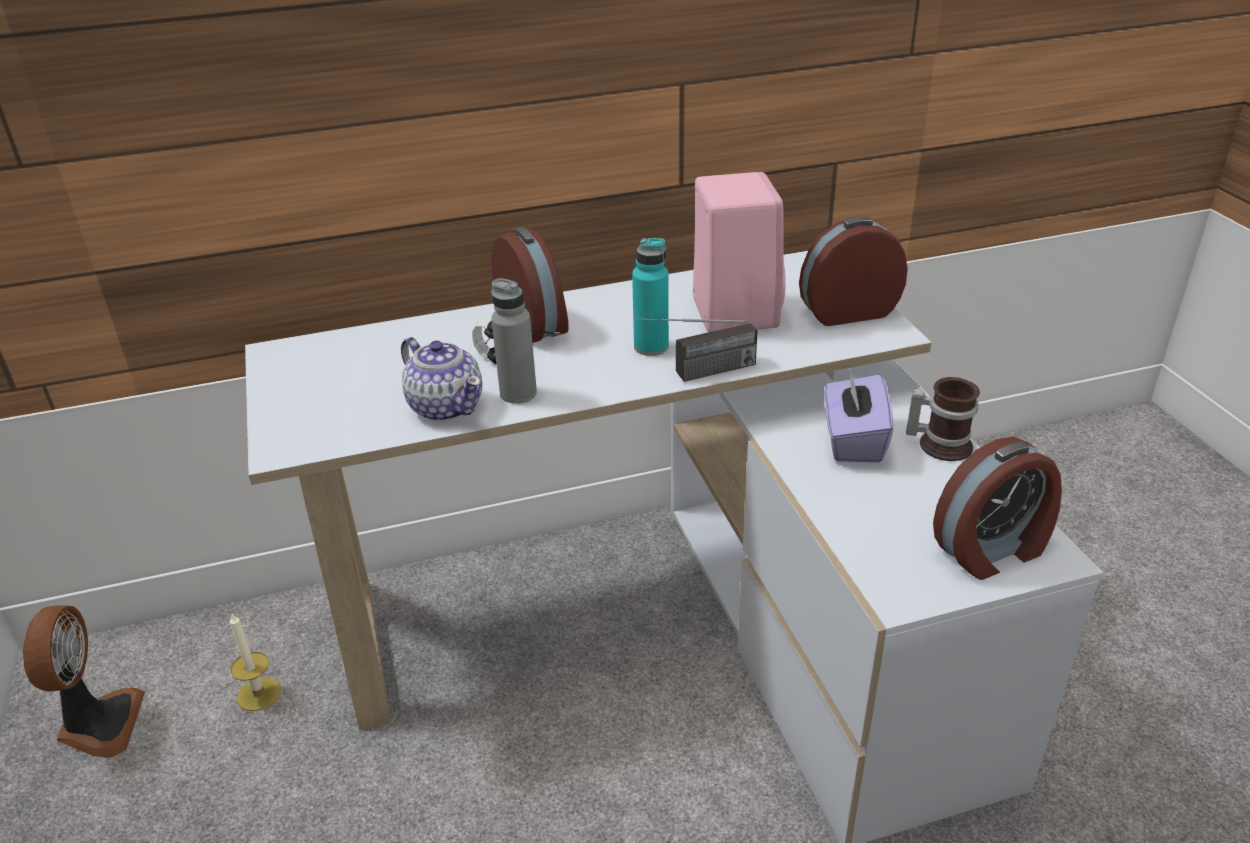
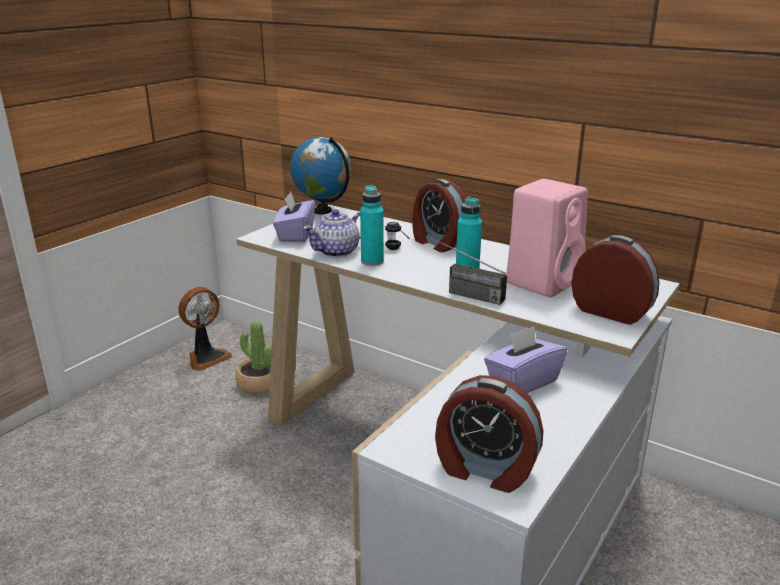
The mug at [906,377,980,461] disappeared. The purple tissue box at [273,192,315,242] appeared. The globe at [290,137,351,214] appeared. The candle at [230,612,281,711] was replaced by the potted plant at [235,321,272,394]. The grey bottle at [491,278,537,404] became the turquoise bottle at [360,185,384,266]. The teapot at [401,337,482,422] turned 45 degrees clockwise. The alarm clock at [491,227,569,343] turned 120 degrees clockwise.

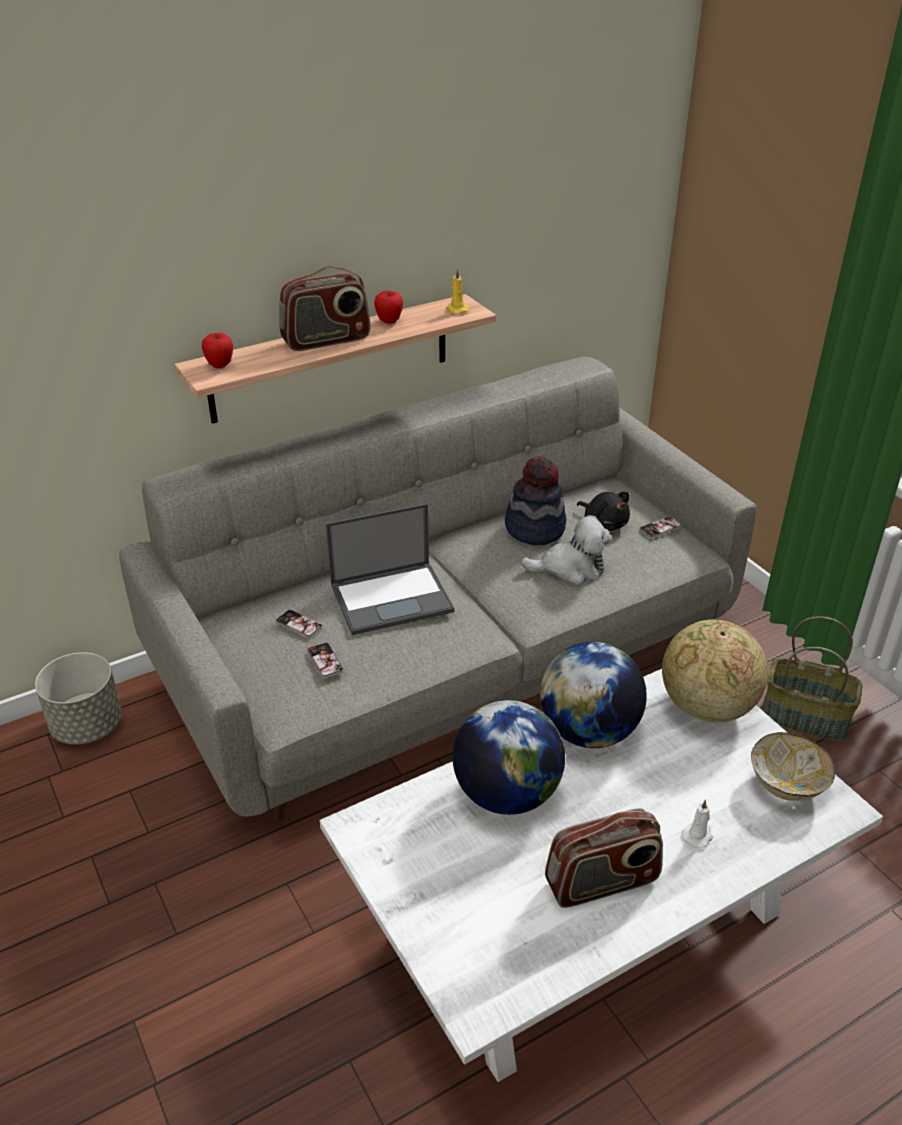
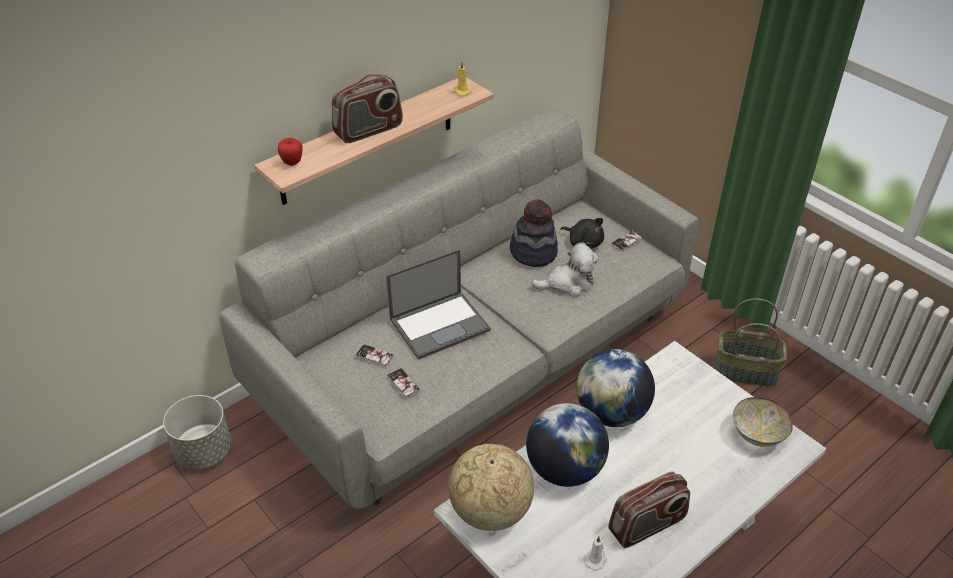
The apple at [374,291,403,324] disappeared. The globe moved from [662,619,768,723] to [448,444,534,531]. The white candle moved from [682,799,713,848] to [583,536,607,571].

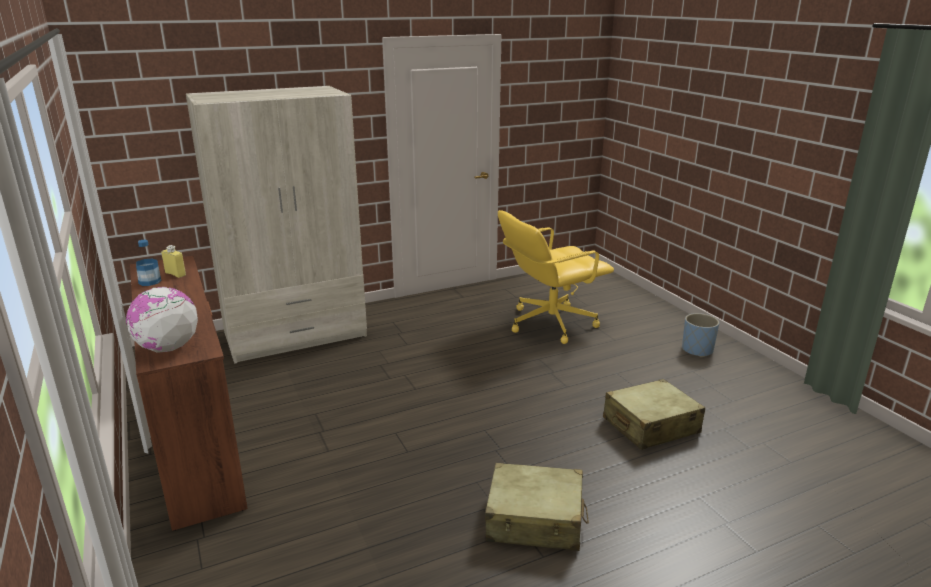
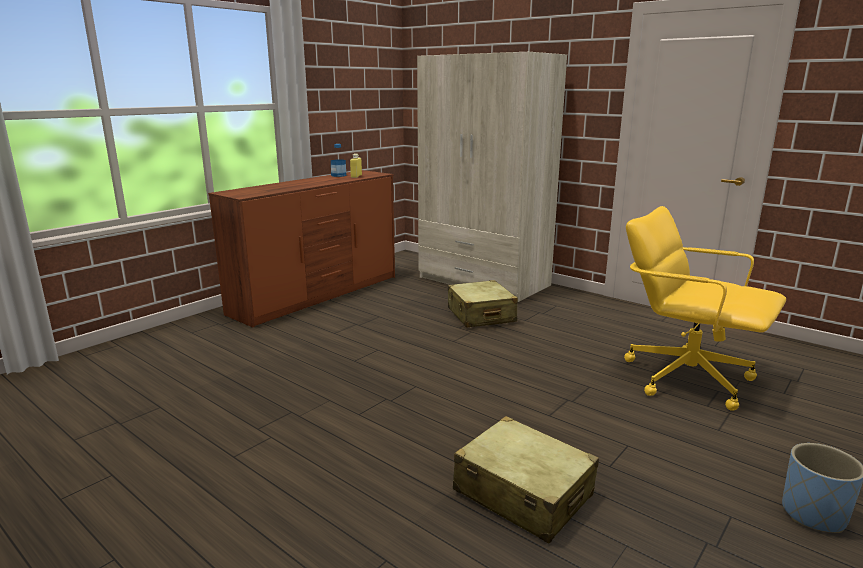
The globe at [126,287,198,353] disappeared. The beige suitcase moved from [485,463,589,551] to [448,280,518,328].

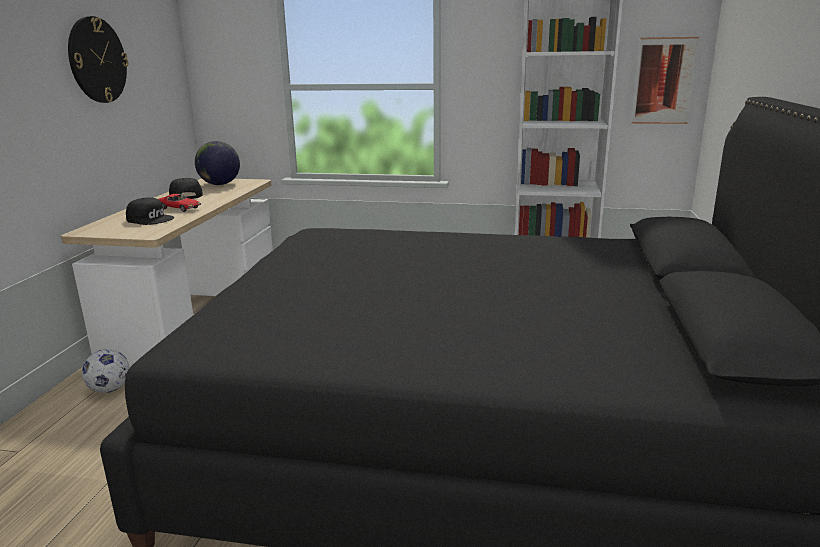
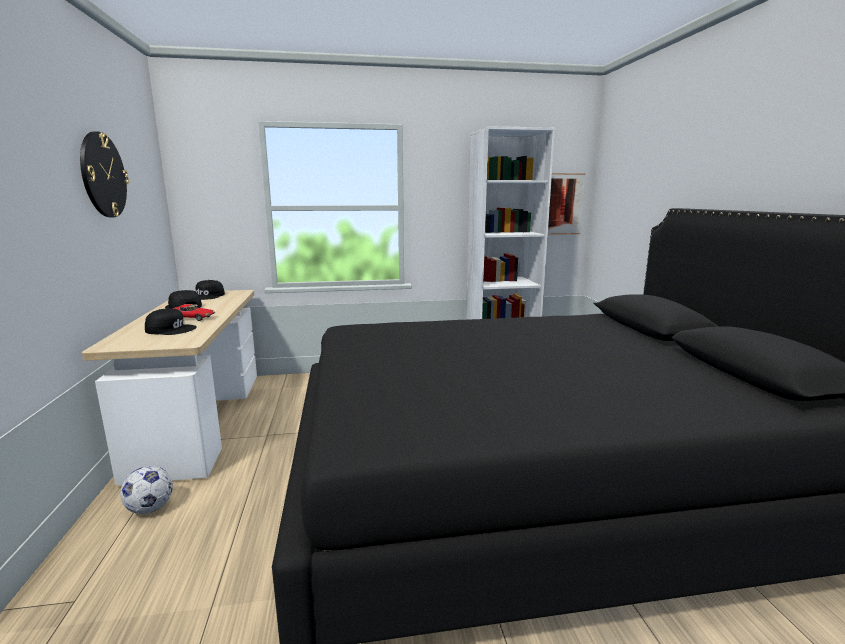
The globe at [195,141,240,185] was replaced by the black cap at [196,280,225,300].

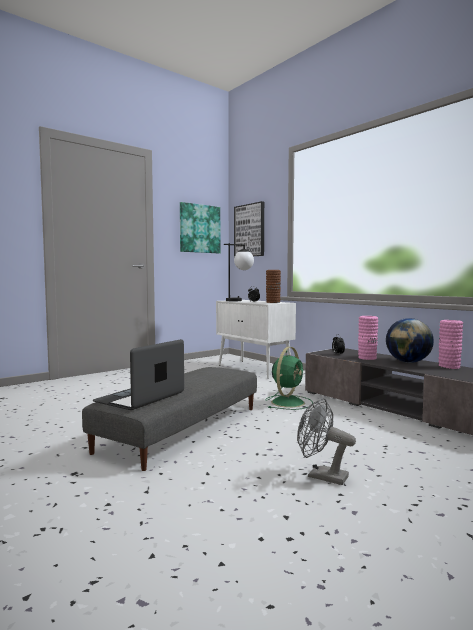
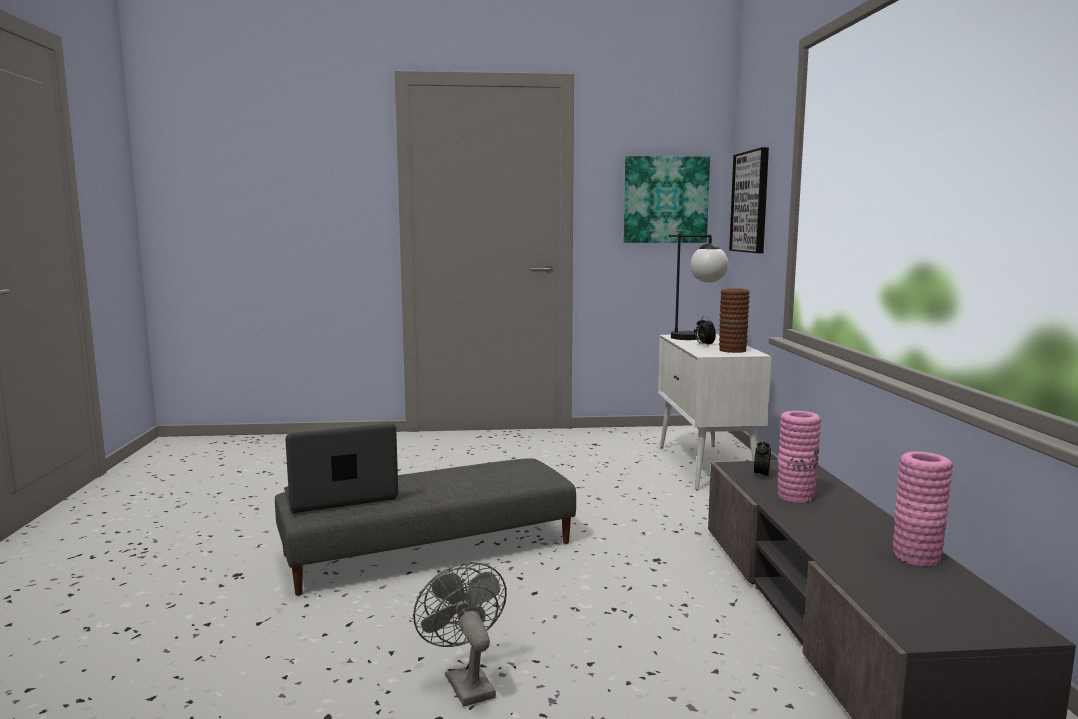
The green fan at [265,347,313,410] disappeared. The globe at [386,318,434,363] disappeared.

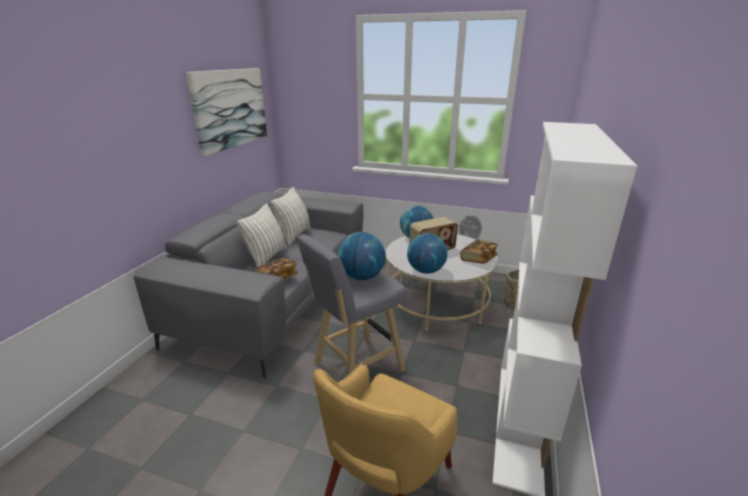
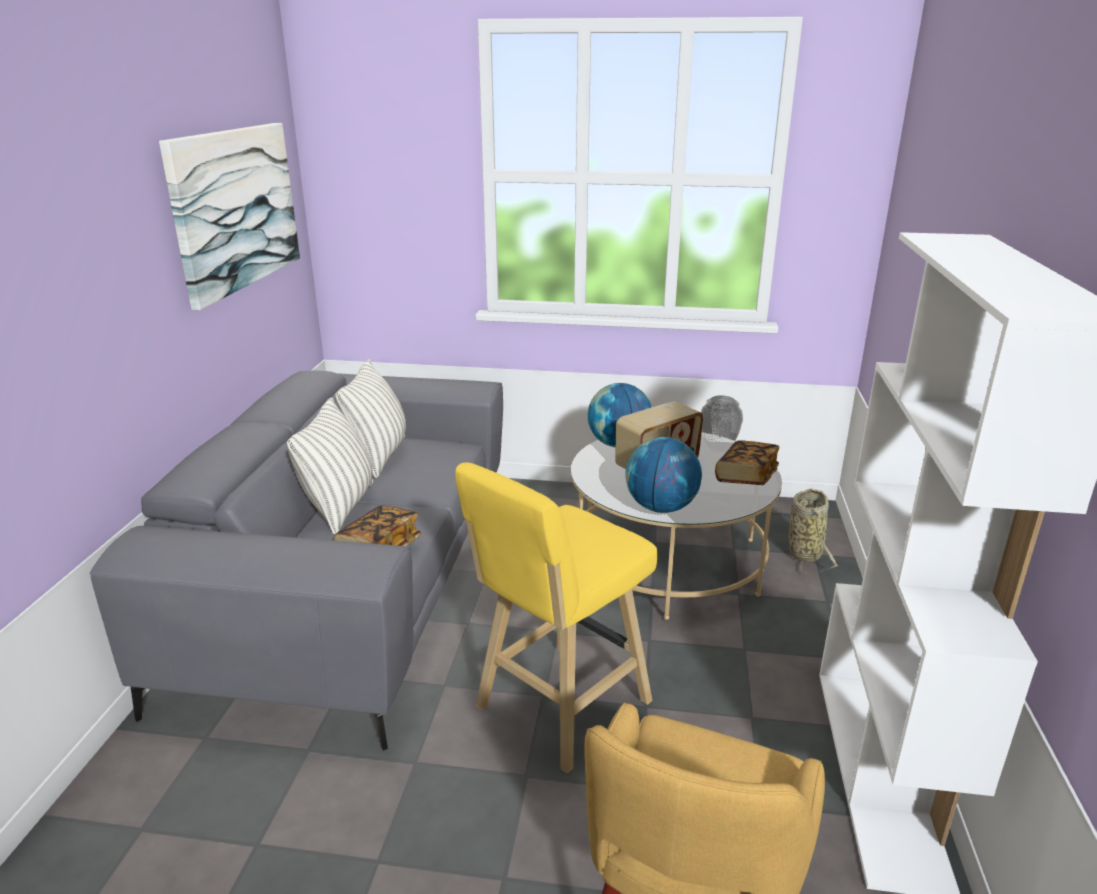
The globe at [337,232,386,280] disappeared. The grey stool at [298,234,407,376] became the yellow stool at [455,462,658,773].

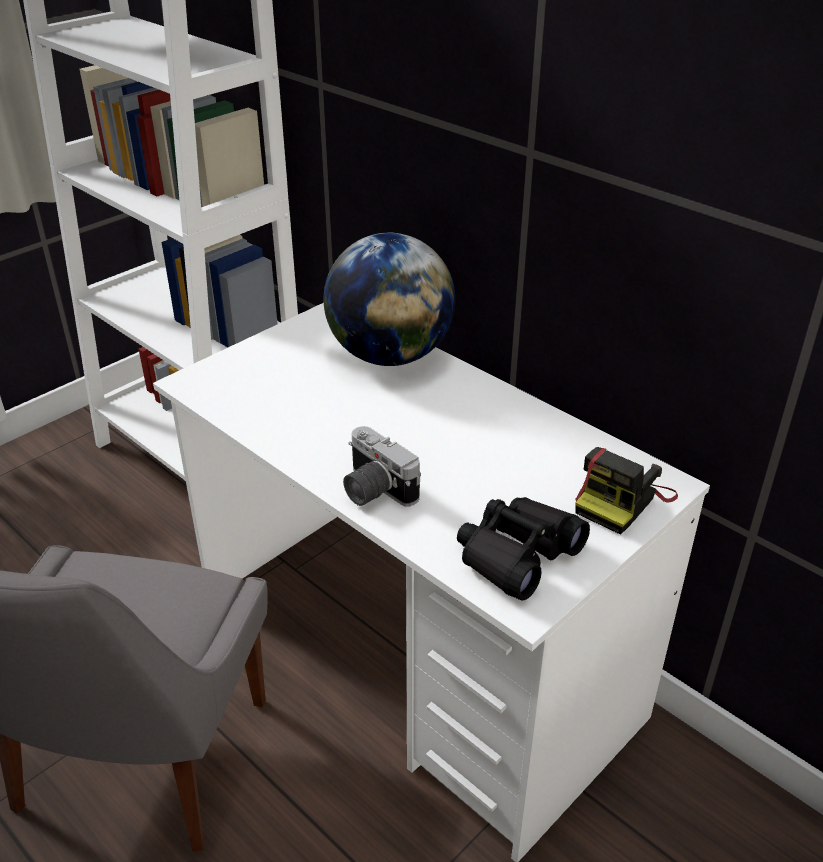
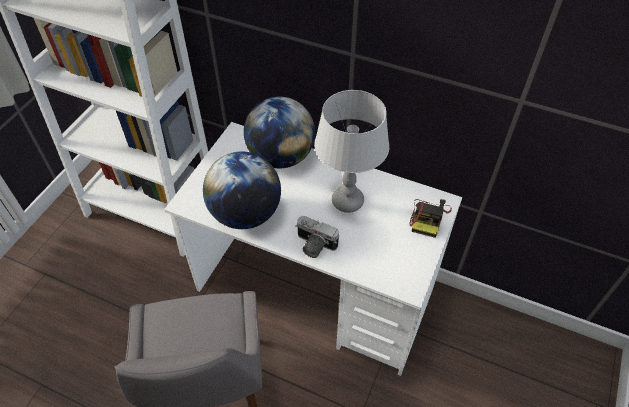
The black binoculars at [457,497,590,601] disappeared. The globe at [203,151,281,229] appeared. The grey table lamp at [314,90,389,213] appeared.

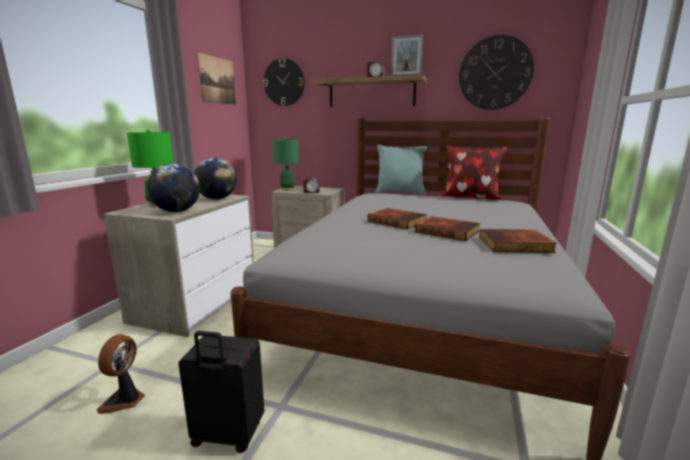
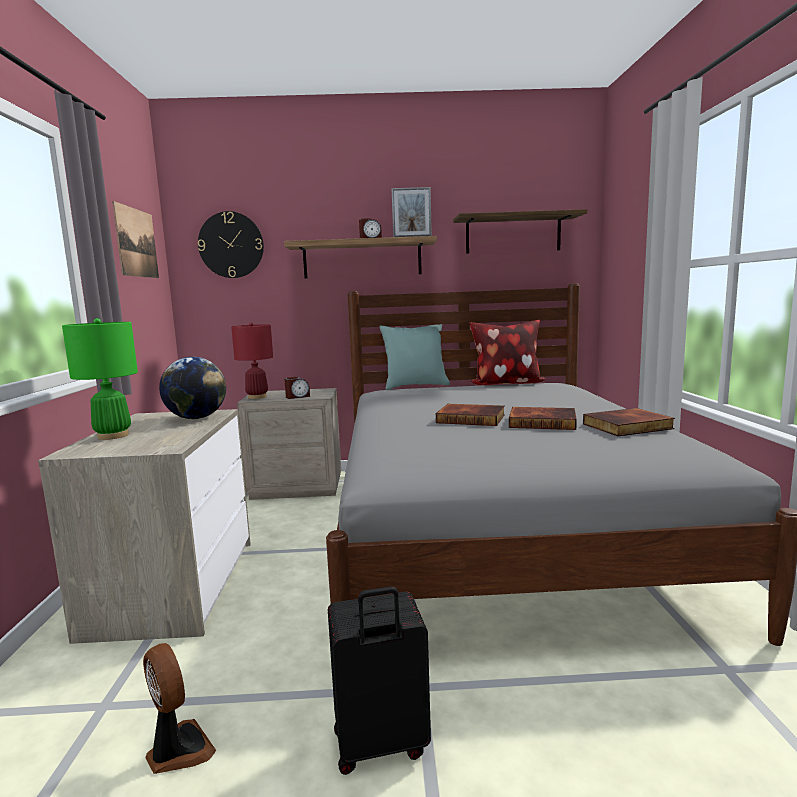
The globe at [147,164,200,212] disappeared. The wall clock at [459,35,534,110] was replaced by the shelf at [453,209,587,254]. The green table lamp at [272,137,300,191] became the red table lamp at [231,322,273,399]. The fan at [96,334,145,414] turned 150 degrees clockwise.

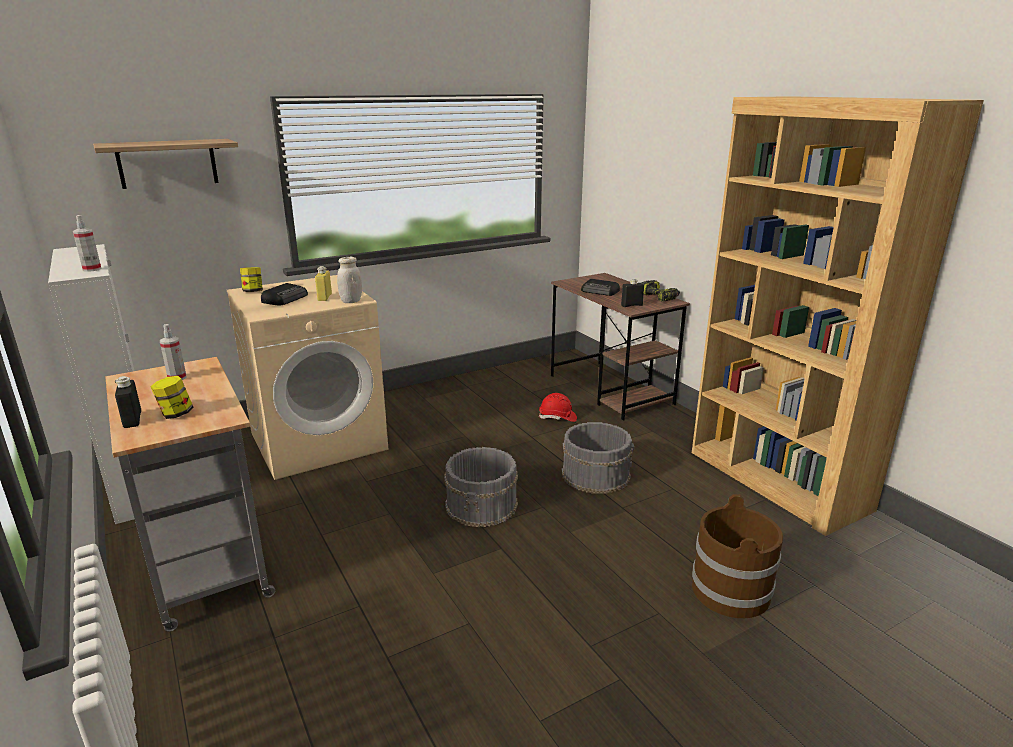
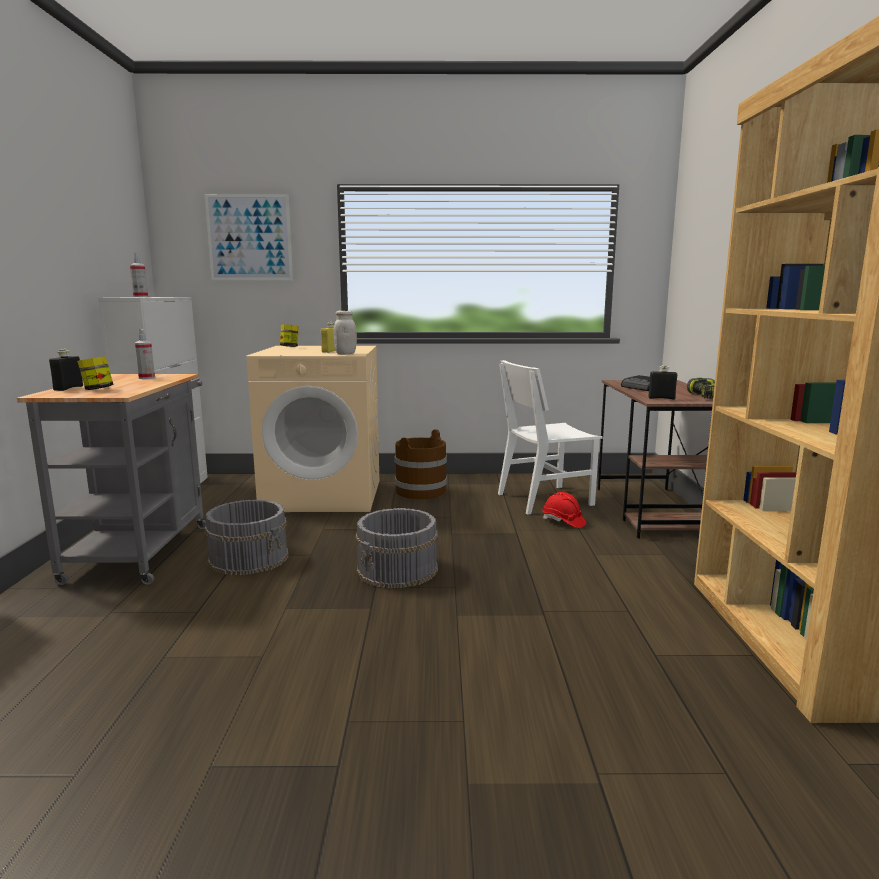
The radio at [261,283,308,305] disappeared. The white chair at [498,360,603,515] appeared. The grey bucket moved from [562,422,634,494] to [204,500,289,575]. The brown bucket moved from [692,494,783,618] to [395,429,447,499]. The shelf at [93,139,238,189] was replaced by the picture at [204,194,293,280].

